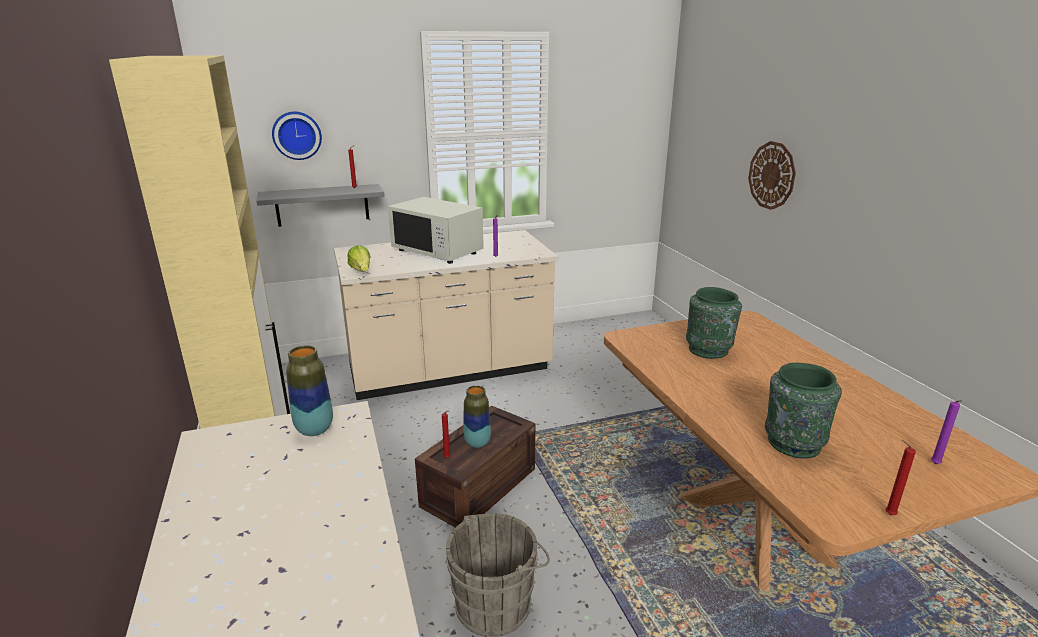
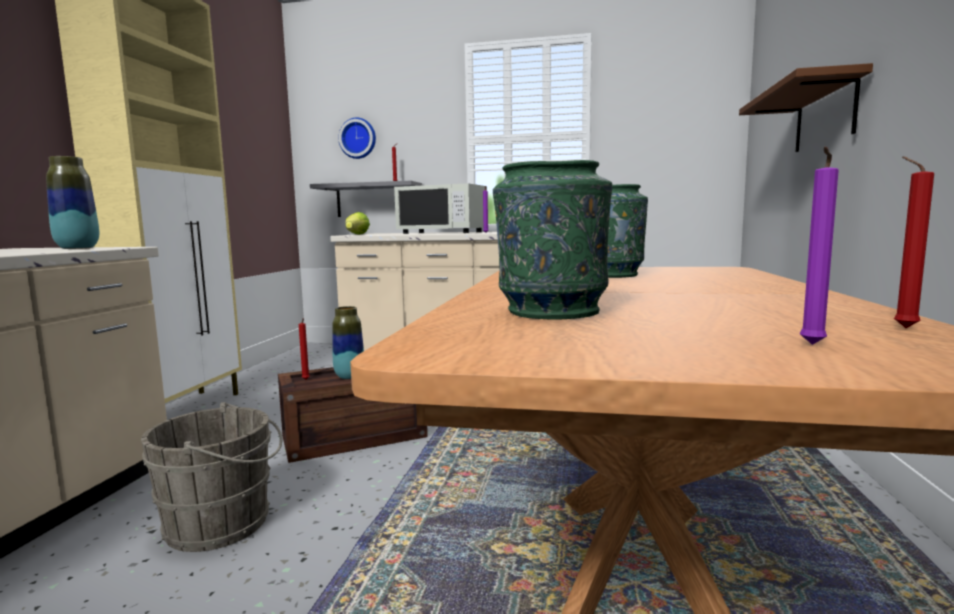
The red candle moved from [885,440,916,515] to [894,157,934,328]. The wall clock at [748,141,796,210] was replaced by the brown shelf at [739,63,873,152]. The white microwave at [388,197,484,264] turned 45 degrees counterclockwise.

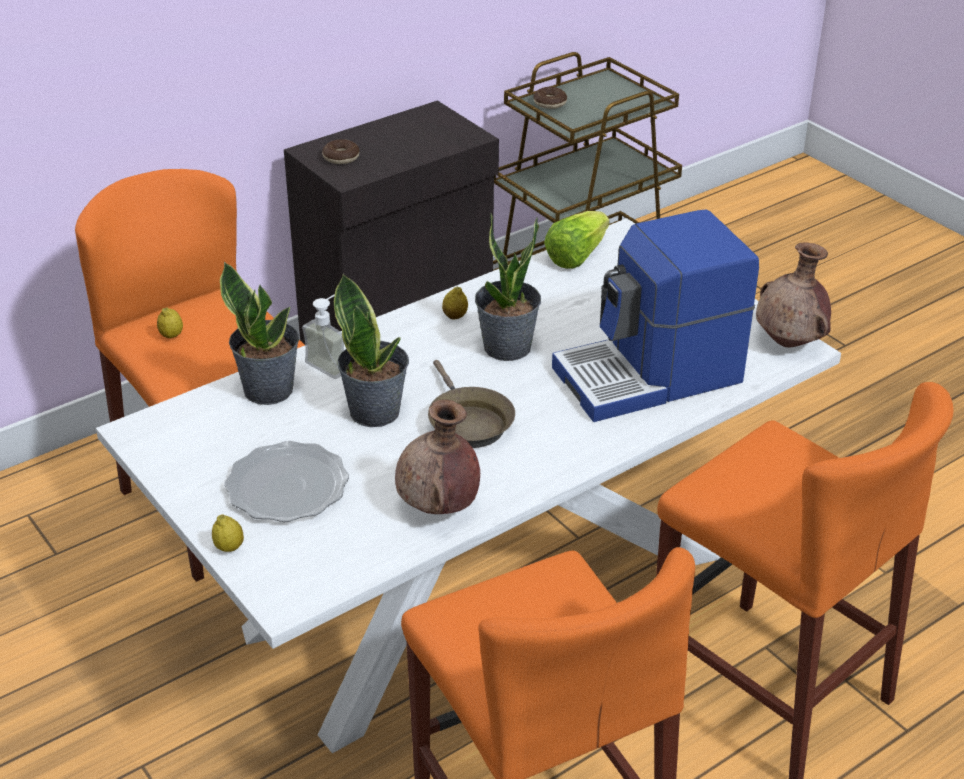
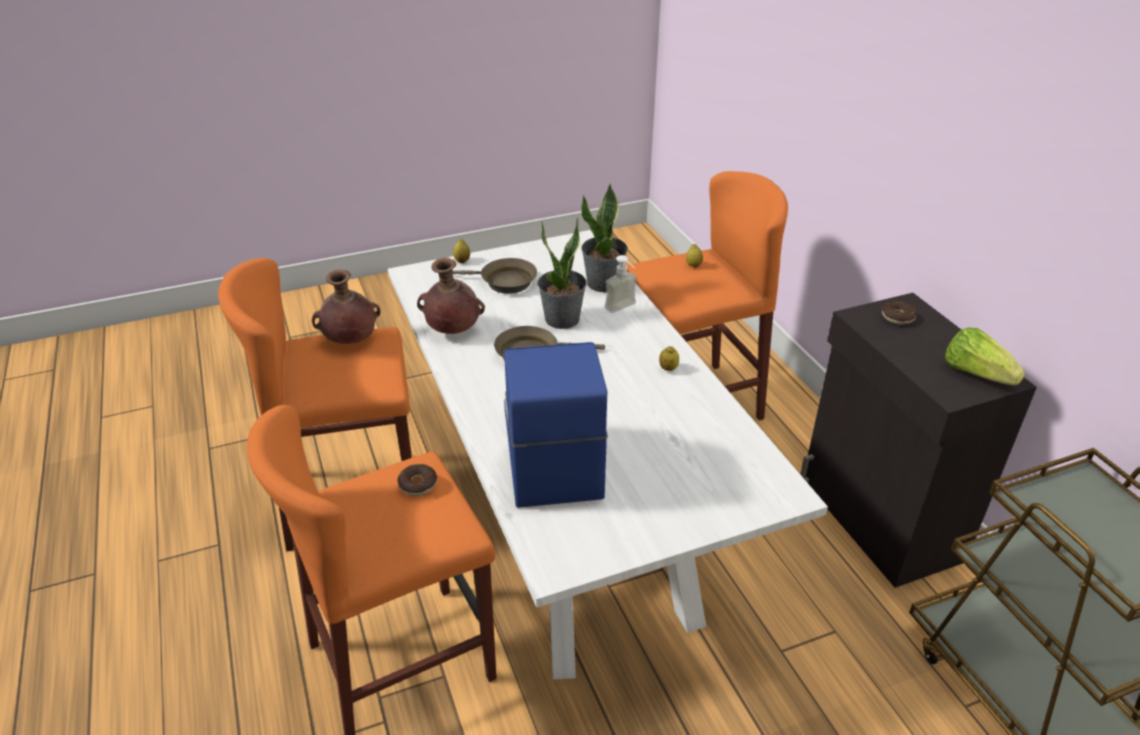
The potted plant at [475,213,541,361] disappeared. The donut moved from [534,87,567,109] to [397,464,437,496]. The lettuce moved from [544,211,610,269] to [945,327,1025,385]. The brown vase moved from [756,242,831,347] to [312,269,381,344]. The plate at [224,441,349,522] was replaced by the brown frying pan at [452,258,537,294].

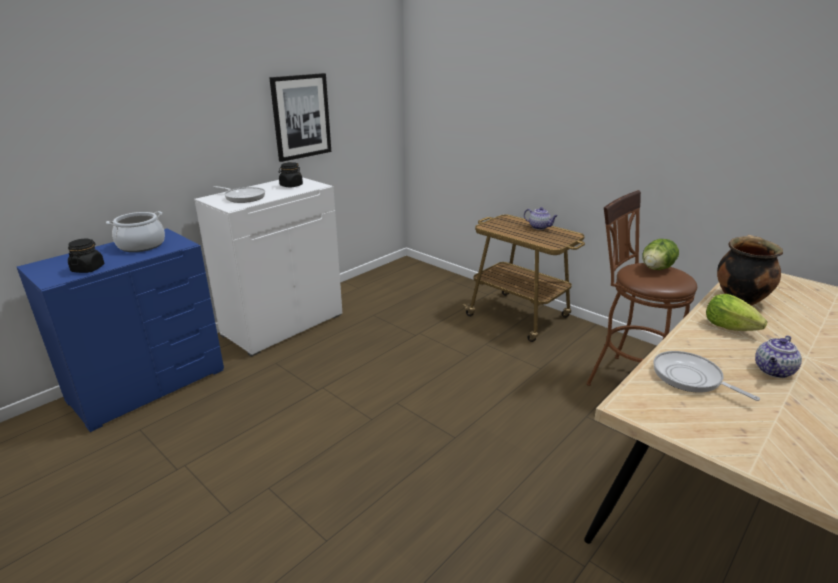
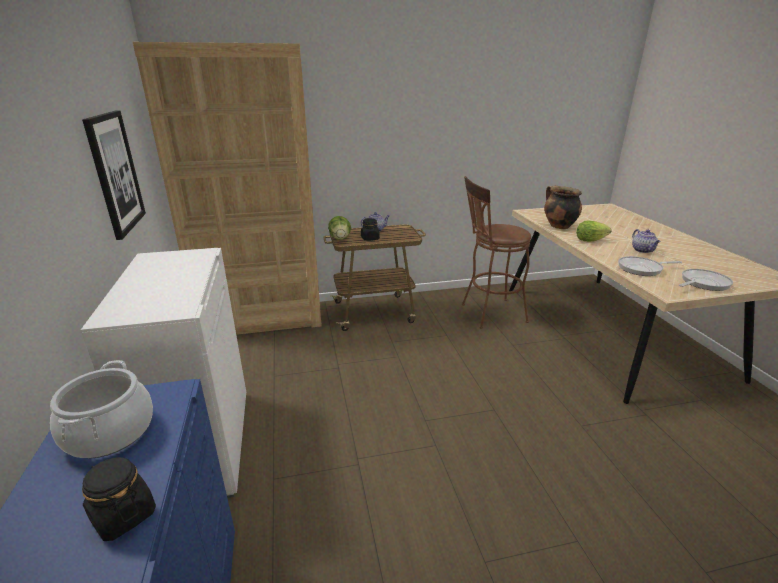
The brown bookcase at [133,42,322,335] appeared. The frying pan moved from [213,186,265,203] to [679,269,733,291]. The black jar moved from [279,162,303,188] to [361,218,380,241]. The lettuce moved from [643,239,679,270] to [328,216,351,240].

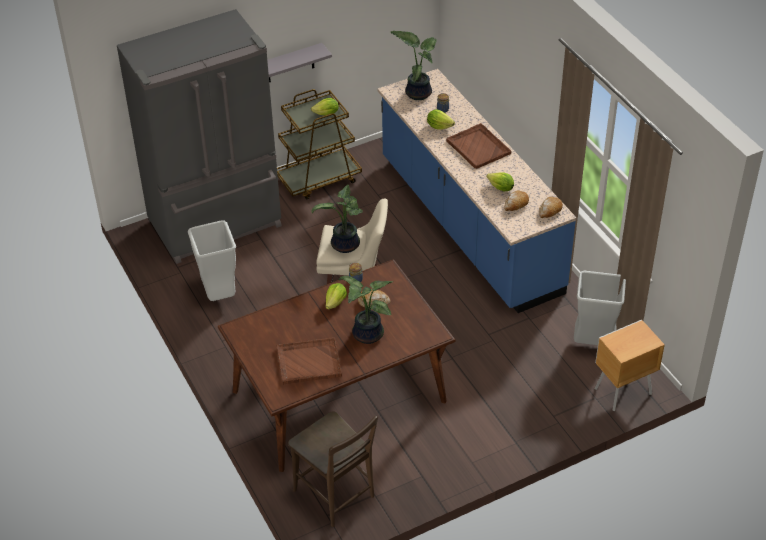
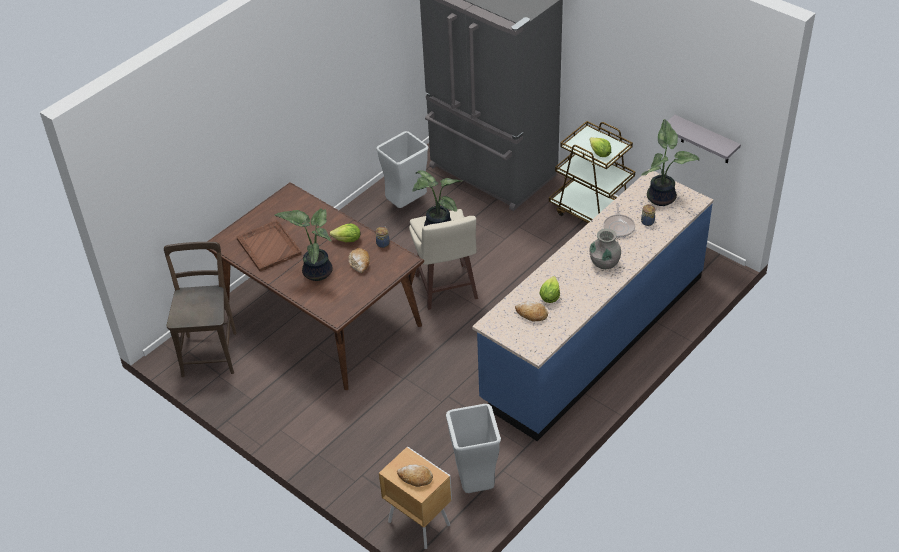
The grey shelf moved from [267,43,332,82] to [668,115,741,163]. The bread moved from [539,196,563,218] to [397,464,433,487]. The lettuce at [427,109,455,130] was replaced by the frying pan at [603,203,635,237]. The brown tray at [446,123,512,169] was replaced by the grey vase at [590,228,621,269]. The brown chair at [288,411,378,527] turned 150 degrees clockwise.

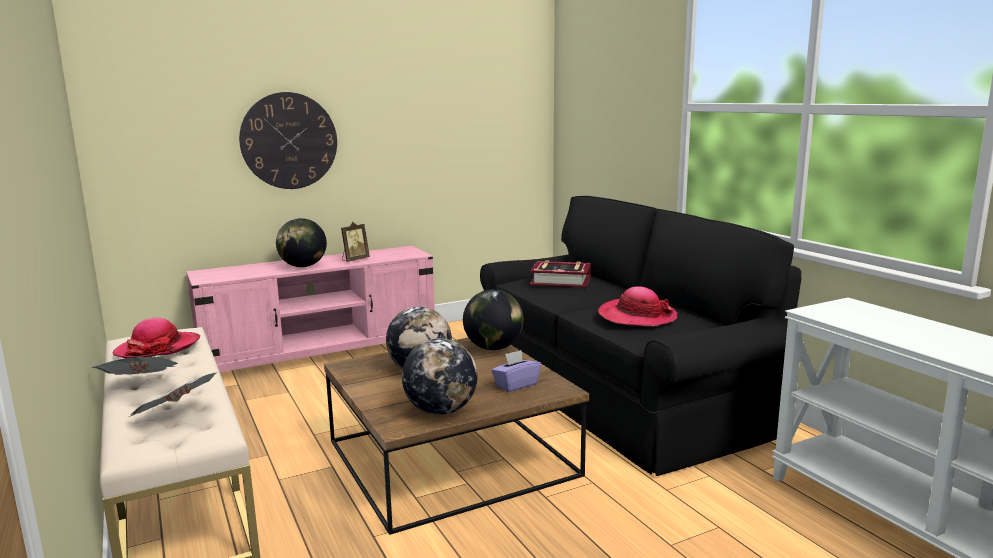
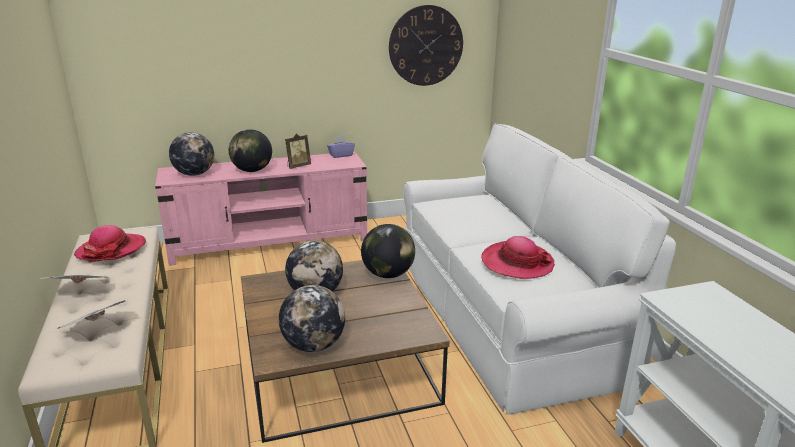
The book at [530,260,591,288] disappeared. The globe at [169,132,214,176] appeared. The wall clock moved from [239,92,337,189] to [389,5,463,86]. The purple tissue box moved from [491,350,541,392] to [327,136,355,158]. The black sofa at [480,196,801,476] became the white sofa at [403,123,676,415].

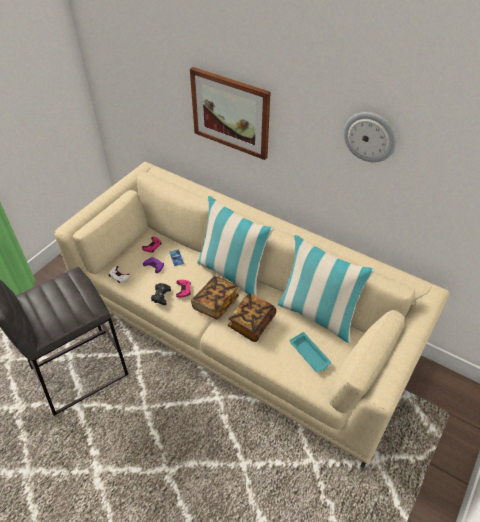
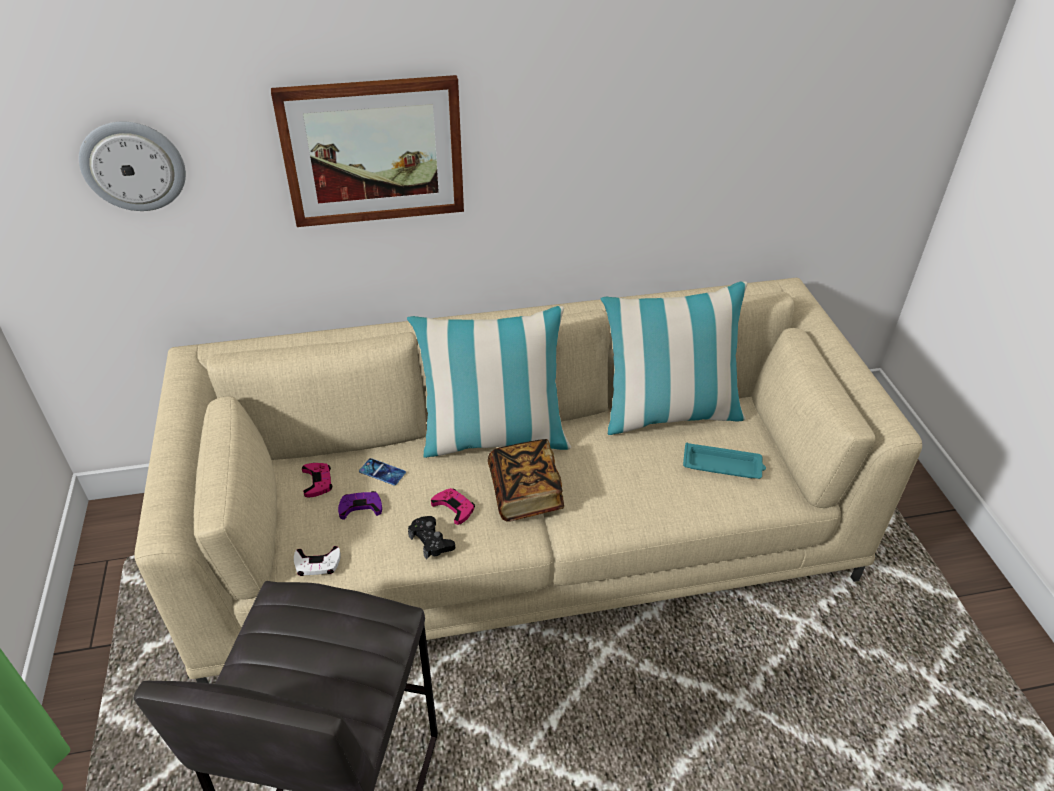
The book at [228,293,276,342] disappeared. The wall clock moved from [344,112,396,162] to [79,122,186,211].

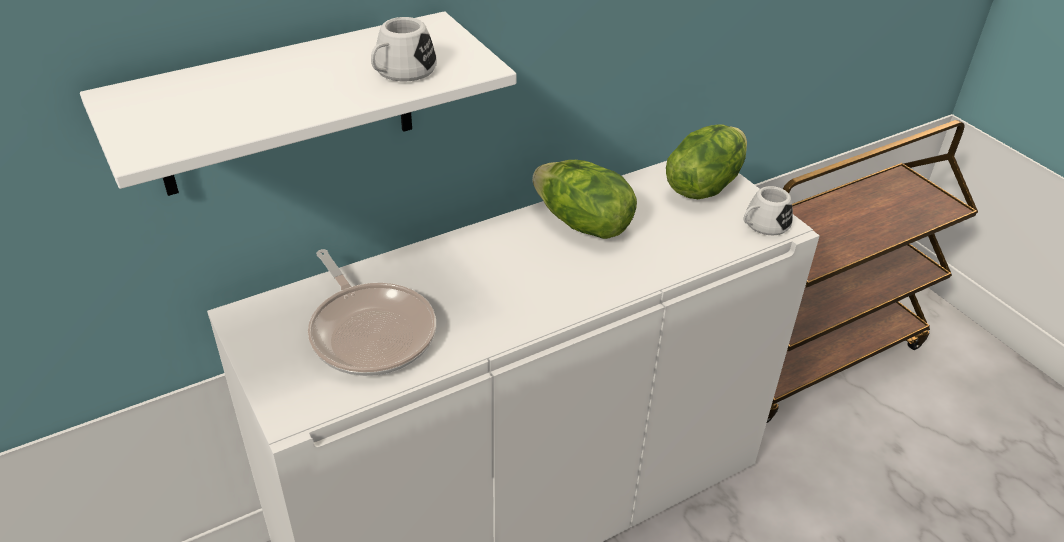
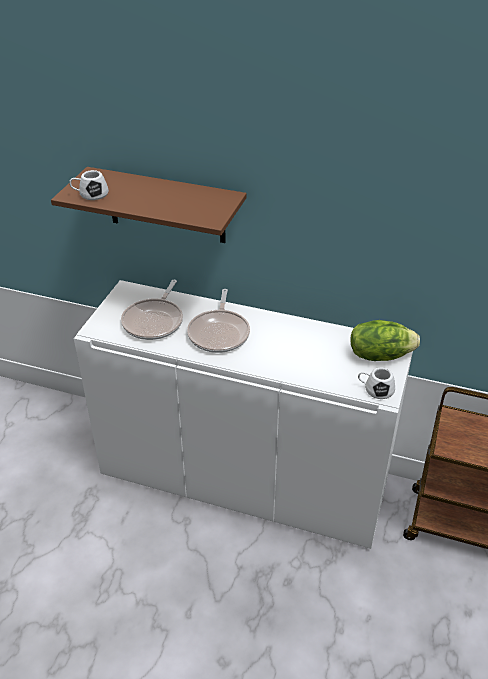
The lettuce at [532,160,637,239] disappeared. The frying pan at [187,289,250,353] appeared. The white mug moved from [371,17,437,81] to [69,170,109,200]. The white shelf at [80,11,517,196] became the brown shelf at [51,167,247,243].

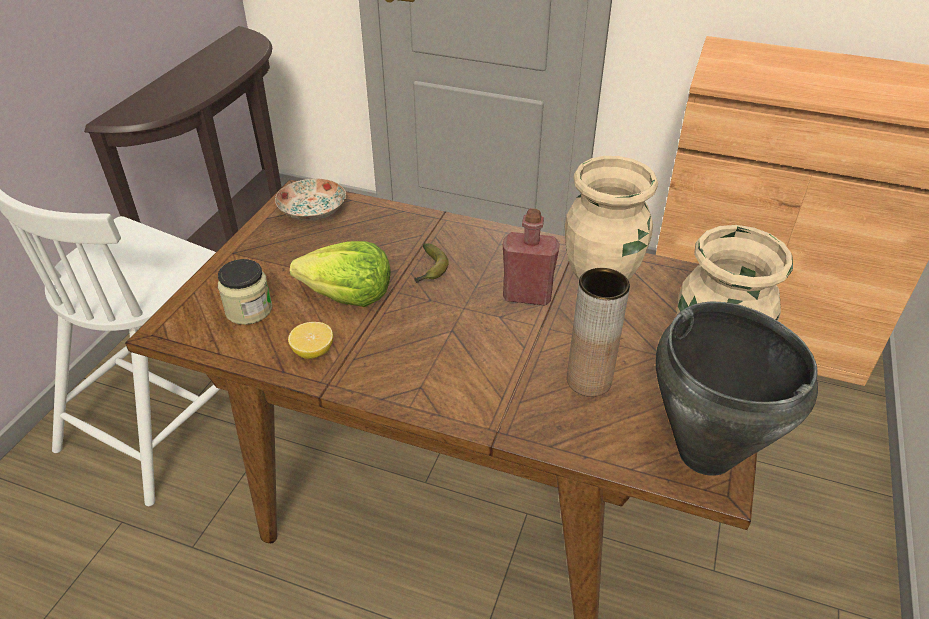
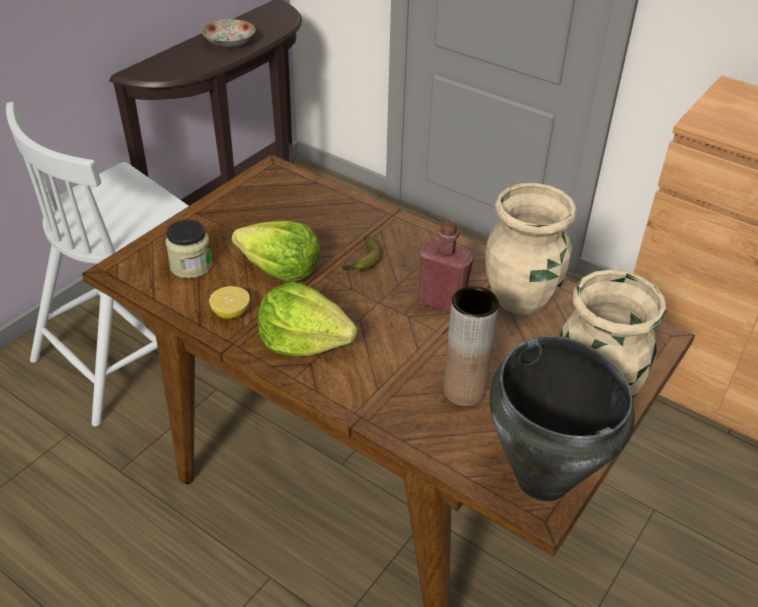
The lettuce at [258,281,358,357] appeared. The plate moved from [275,179,346,221] to [202,19,256,48].

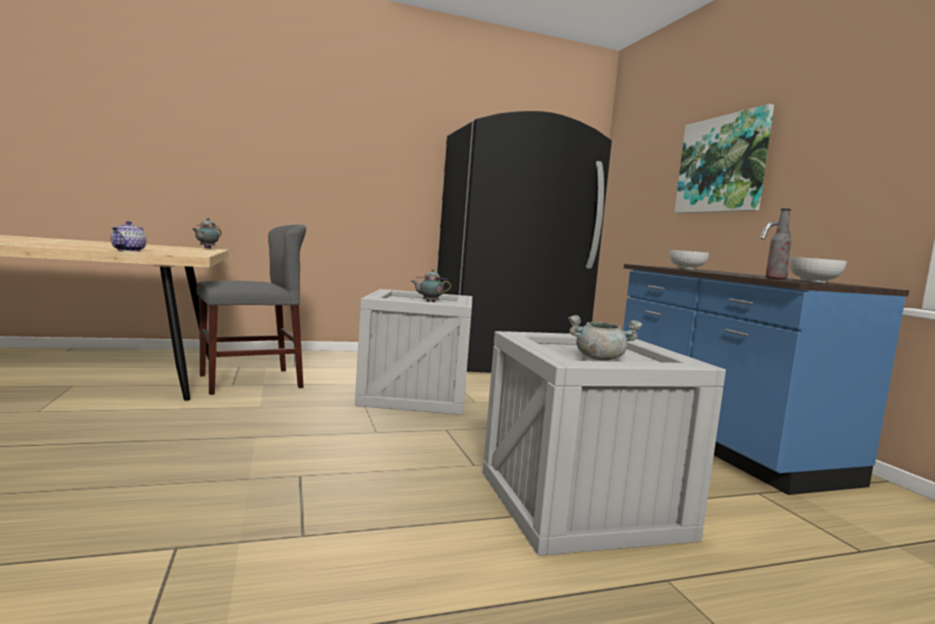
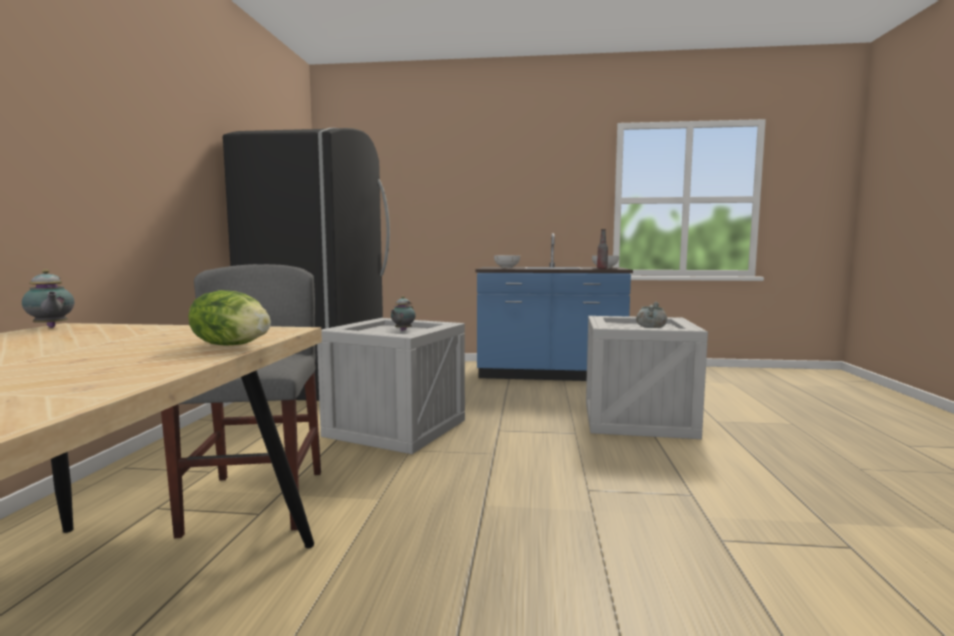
The picture at [674,104,774,213] disappeared. The teapot at [111,221,147,251] was replaced by the lettuce at [188,290,271,345].

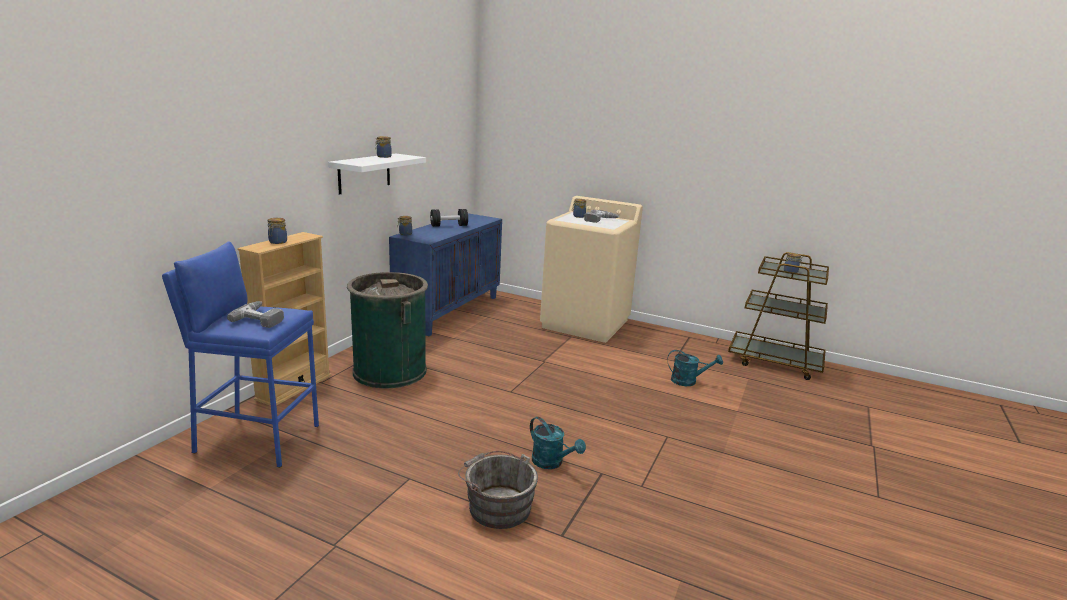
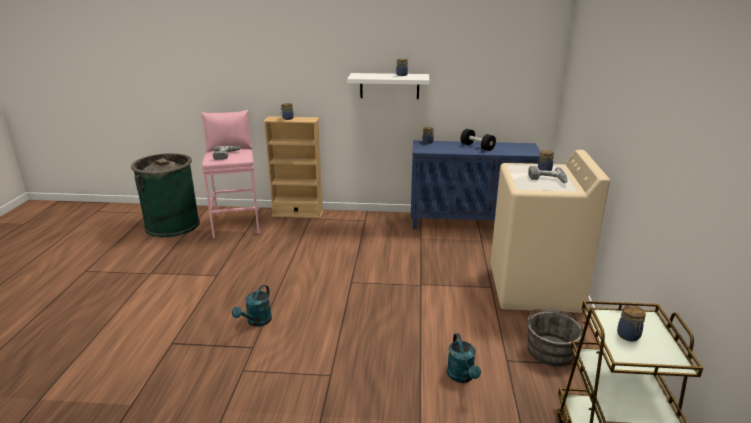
The green trash can moved from [347,272,428,388] to [131,153,200,238]. The grey bucket moved from [458,451,538,529] to [527,309,584,366]. The blue stool at [162,241,319,467] became the pink stool at [201,110,260,239].

